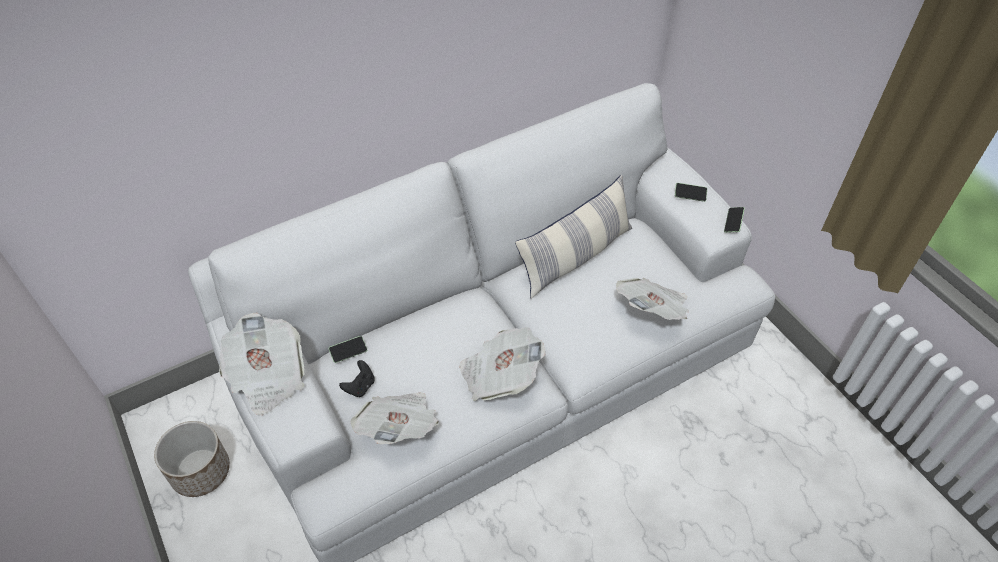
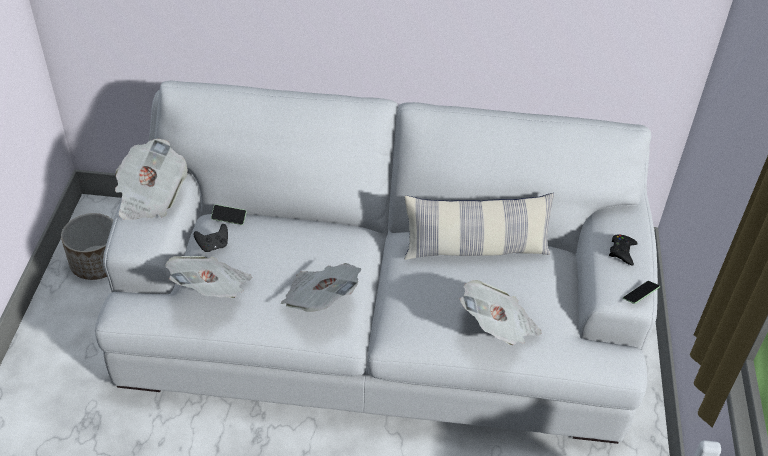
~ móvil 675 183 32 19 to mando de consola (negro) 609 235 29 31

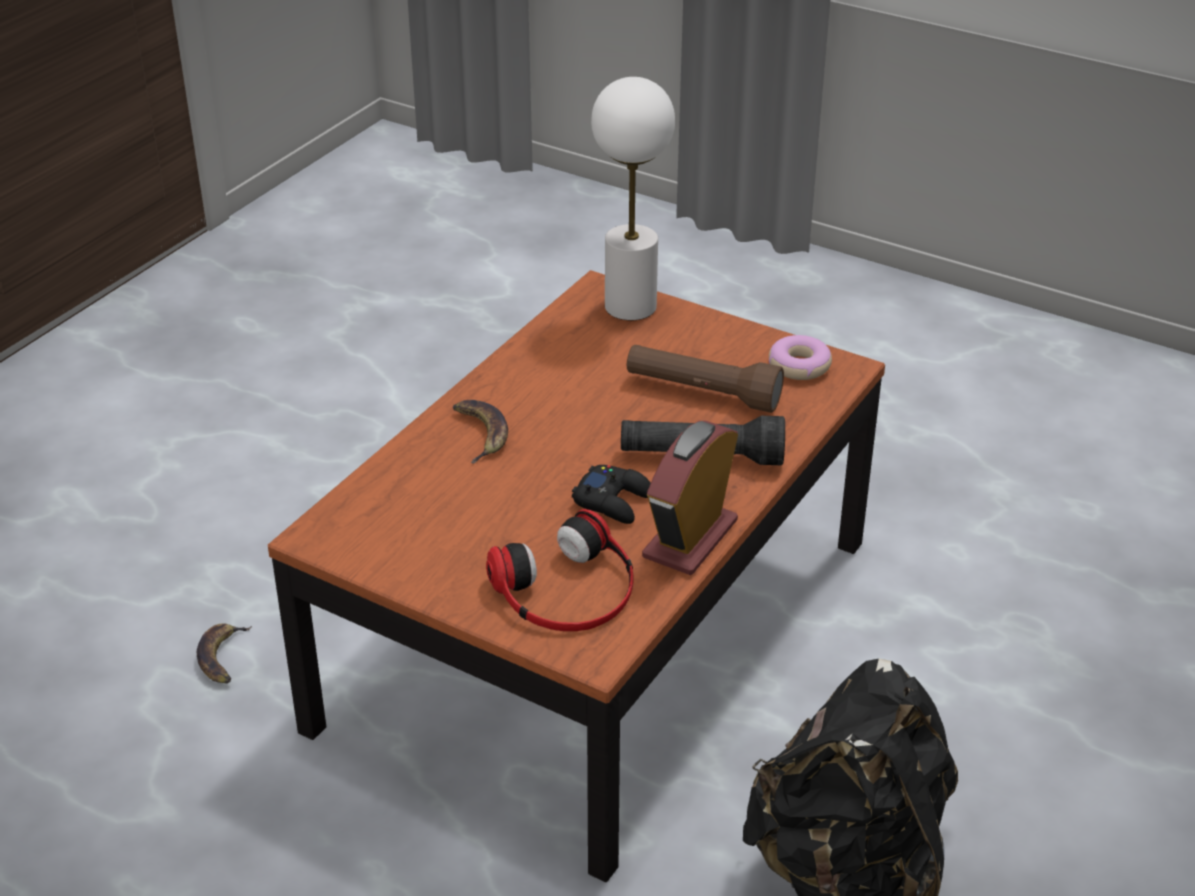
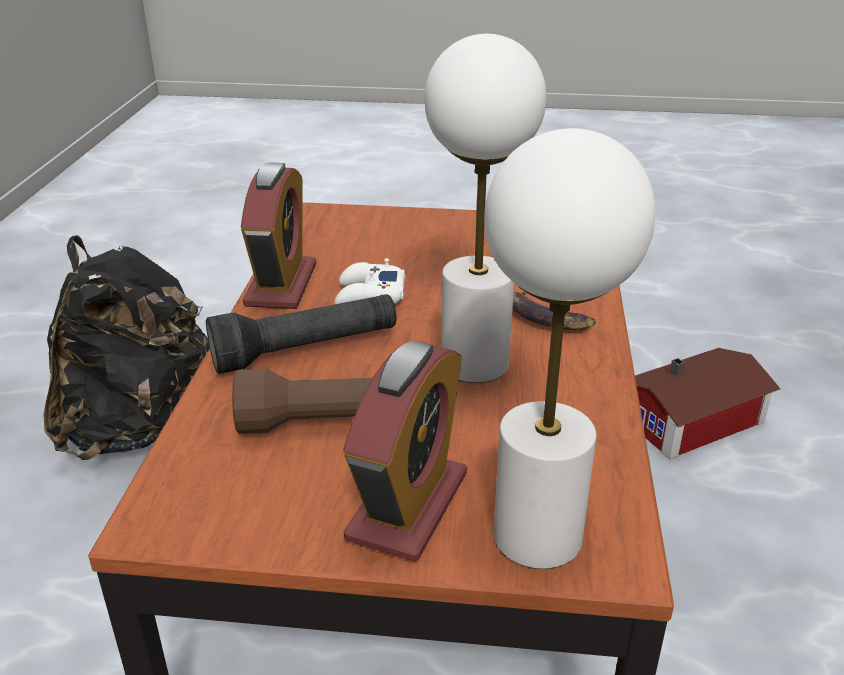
~ plátano 197 623 55 61 to casita 635 348 146 111
- auriculares 486 509 147 122
~ mando de consola (negro) 572 465 79 59 to mando de consola (blanco) 334 258 71 46
- rosquilla 769 335 63 45
+ despertador 343 340 124 222
+ lámpara de mesa (blanco) 425 34 121 349

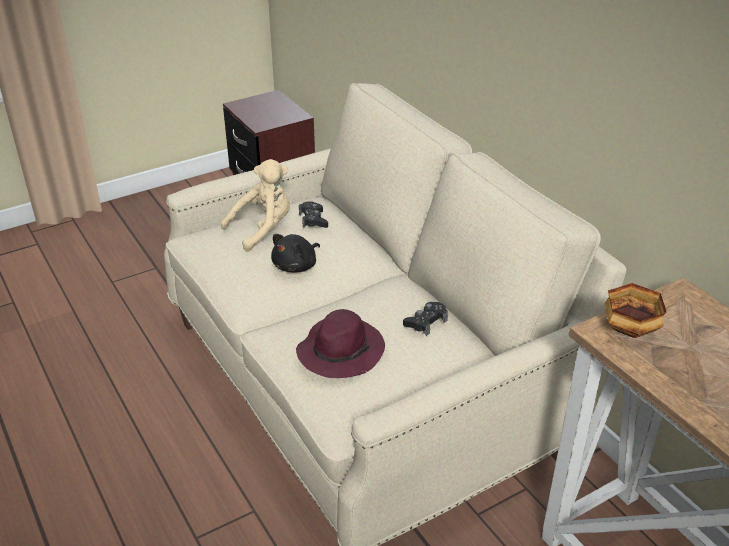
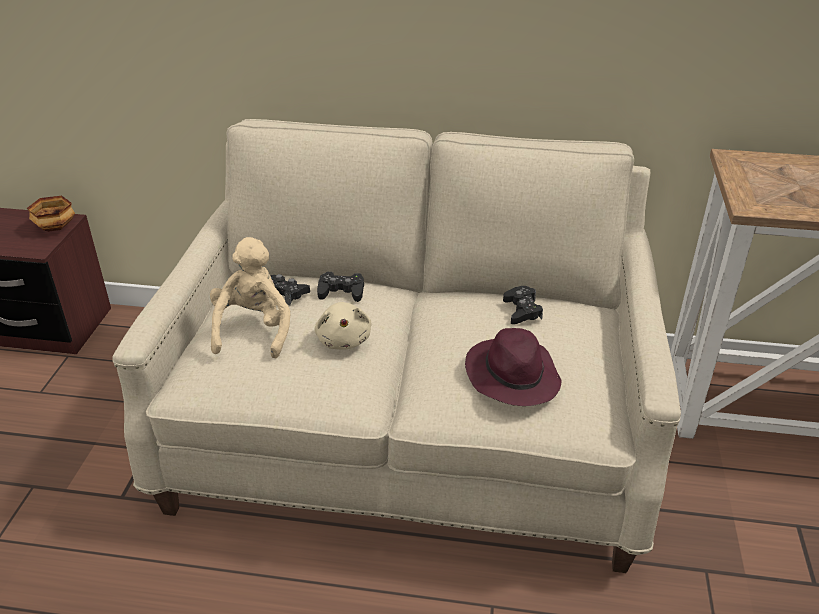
~ peluche (negro) 271 234 49 38 to peluche (beis) 315 302 56 48
~ cuenco 604 283 62 55 to 27 196 48 36
+ mando de consola (negro) 317 272 47 30

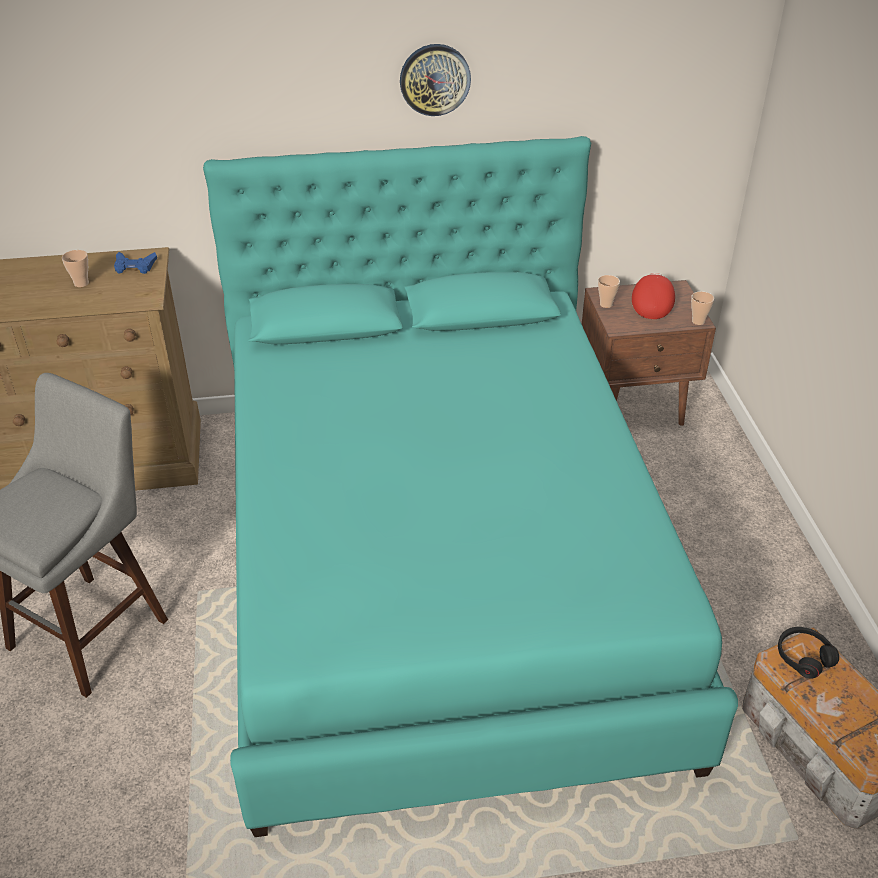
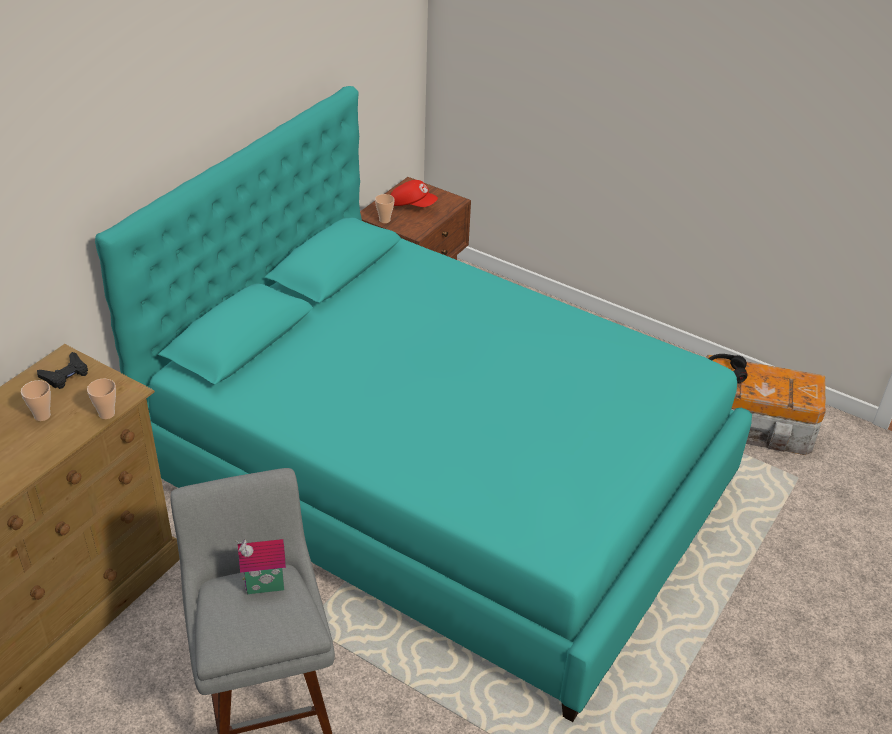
~ mando de consola (azul) 114 252 43 22 to mando de consola (negro) 37 352 51 37
- reloj de pared 400 44 71 72
~ gorra (rojo) 632 273 43 46 = 391 180 47 27 150 degrees clockwise
~ taza 691 291 23 34 to 87 379 29 40
+ casita 235 539 51 55

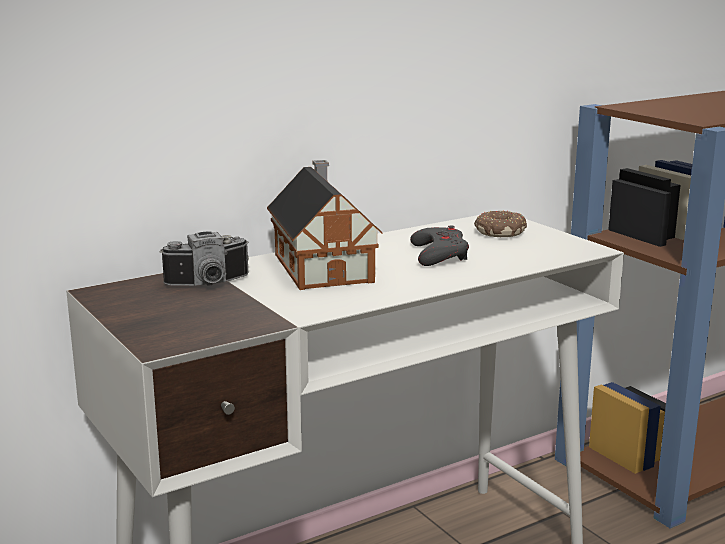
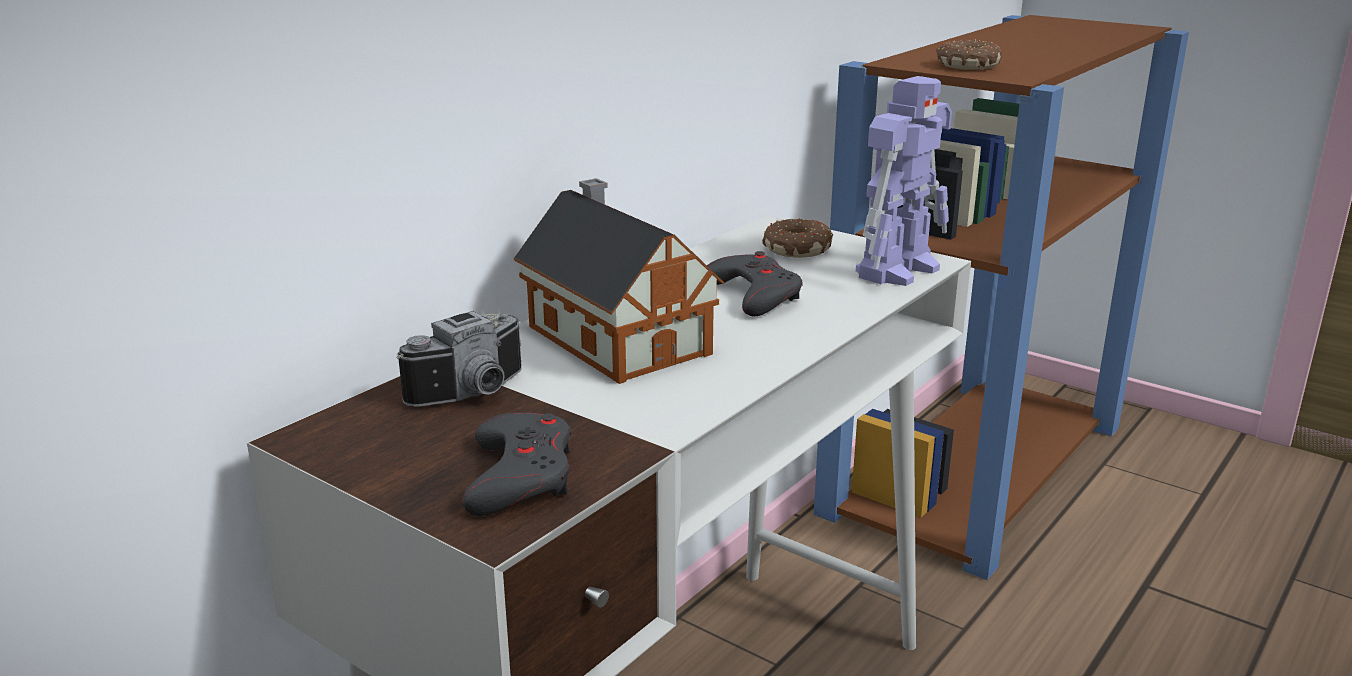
+ mando de consola (gris) 462 412 109 104
+ robot de juguete 856 76 96 210
+ rosquilla 936 39 66 31

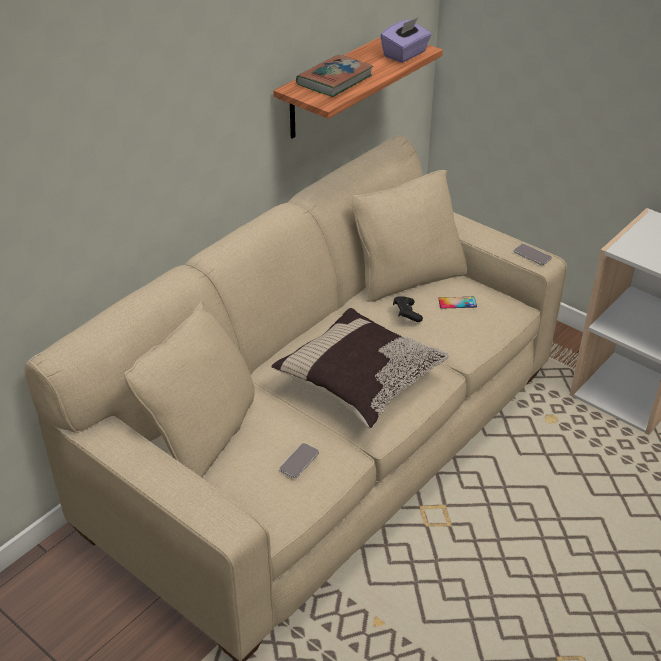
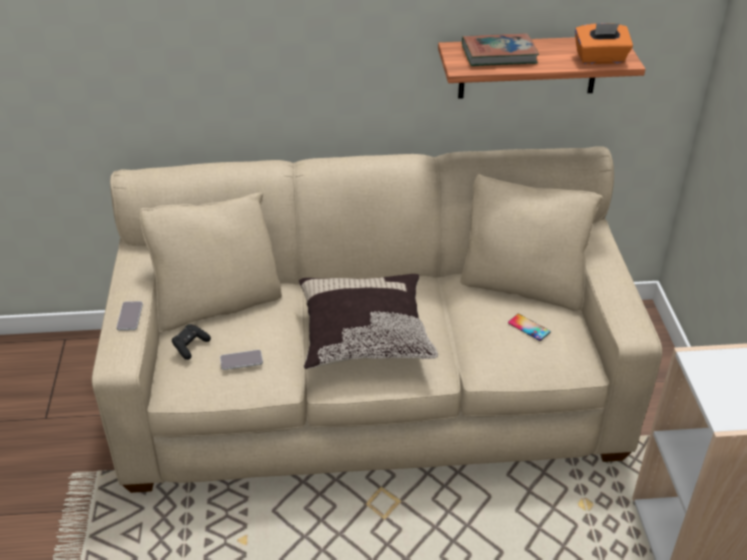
~ caja de pañuelos (morado) 380 18 52 45 to caja de pañuelos (naranja) 575 23 58 41
~ mando de consola (negro) 393 296 30 26 to 172 324 39 36
~ móvil 514 244 38 21 to 116 301 27 30

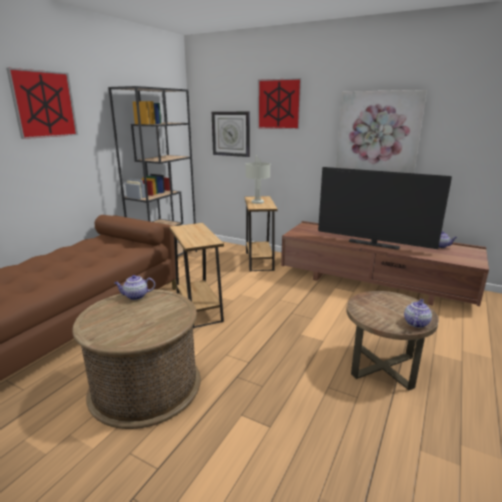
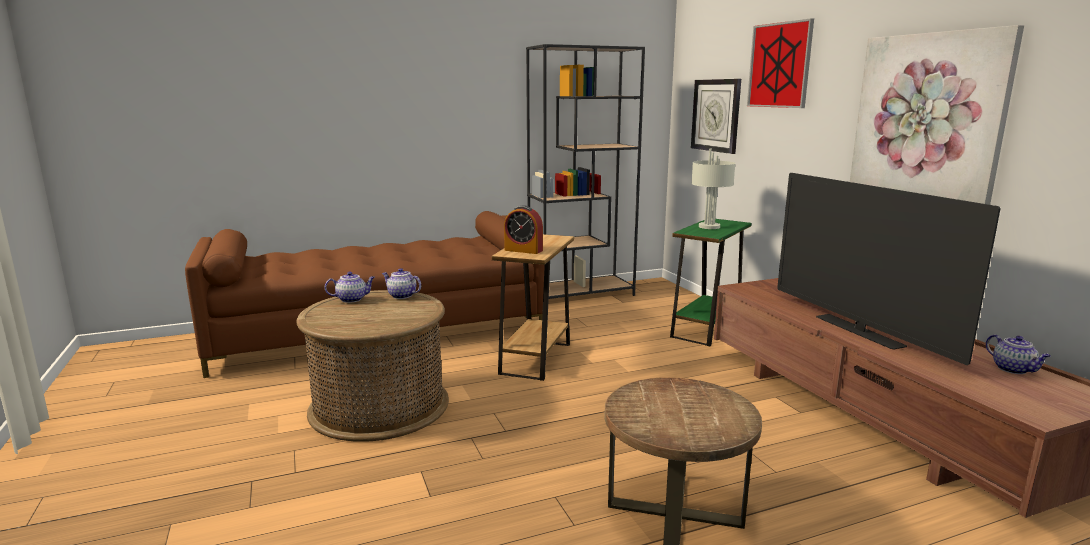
- cuadro 6 68 72 71
~ mesa auxiliar (marrón) 245 196 32 75 to mesa auxiliar (verde) 670 219 82 127
~ tetera 404 299 28 29 to 325 272 50 31
+ despertador 504 205 39 49

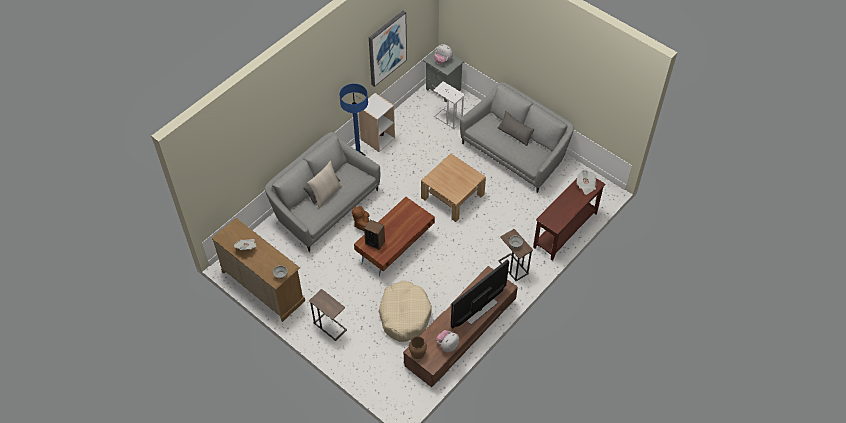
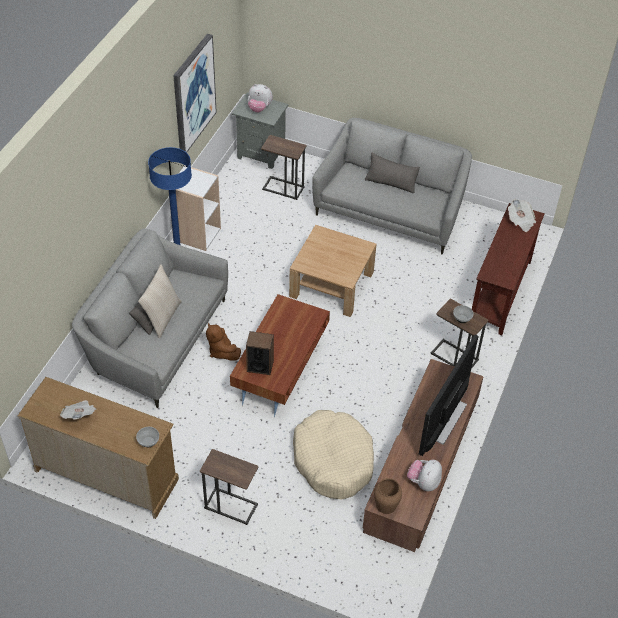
~ mesa auxiliar (blanco) 433 81 32 48 to mesa auxiliar (marrón) 261 135 45 65

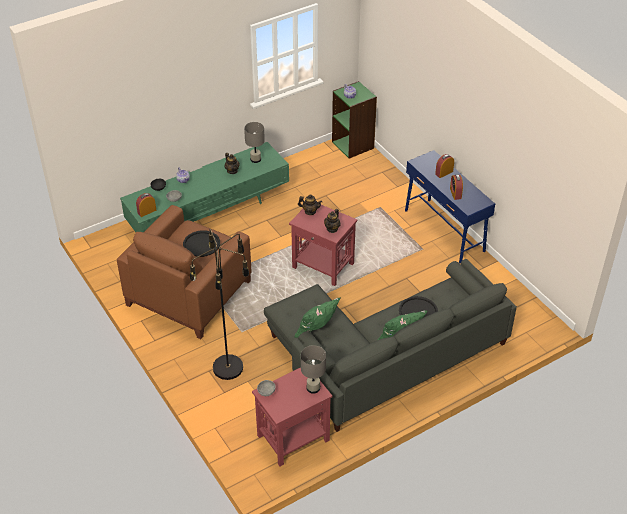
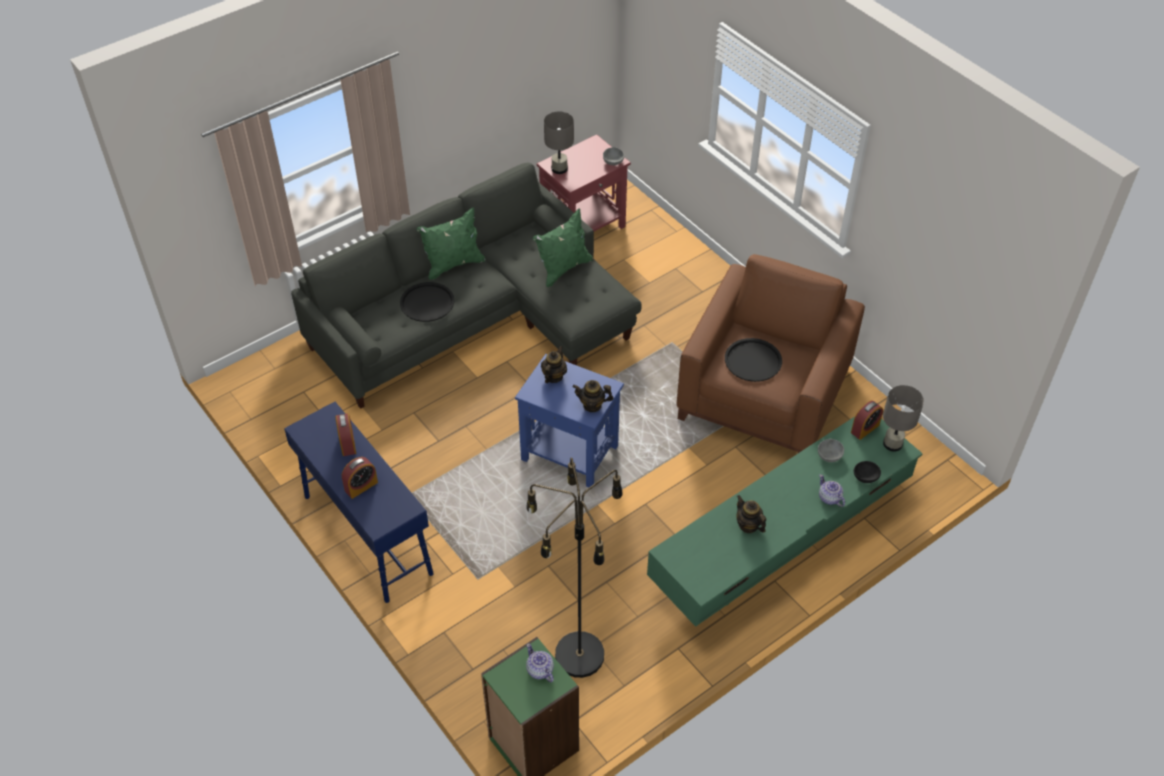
~ lámpara de pie 190 229 59 151 to 527 457 95 221
~ lámpara de mesa (gris) 244 122 21 41 to 883 385 41 67
~ mesa auxiliar (rojo) 289 205 68 81 to mesa auxiliar (azul) 515 354 109 135

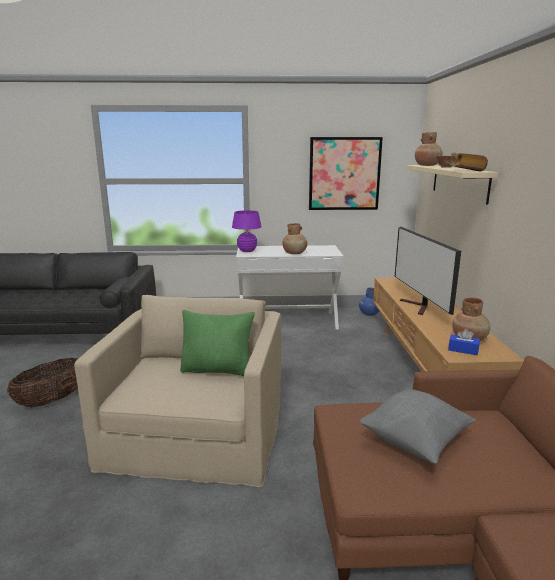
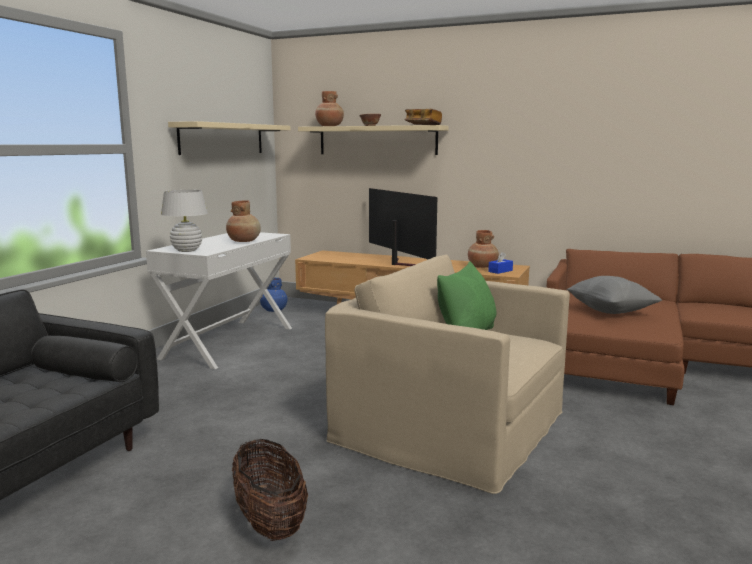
~ lámpara de mesa (morado) 232 210 30 42 to lámpara de mesa (blanco) 161 190 47 62
~ cuadro 309 137 74 73 to estante (beis) 168 121 122 34
~ televisor 395 226 66 89 = 369 188 68 78 135 degrees counterclockwise

